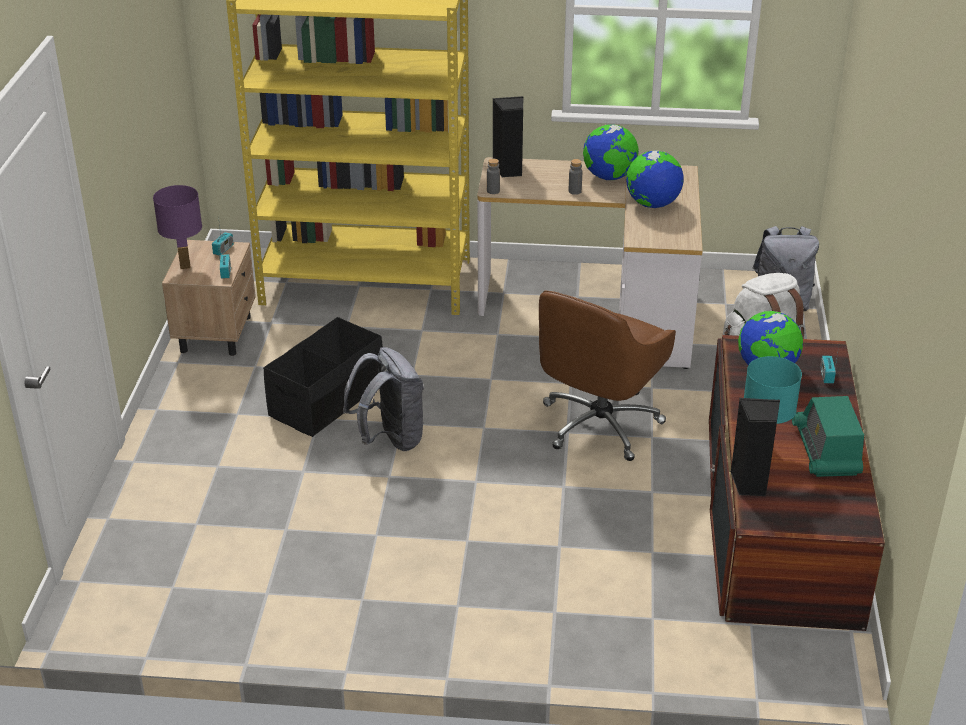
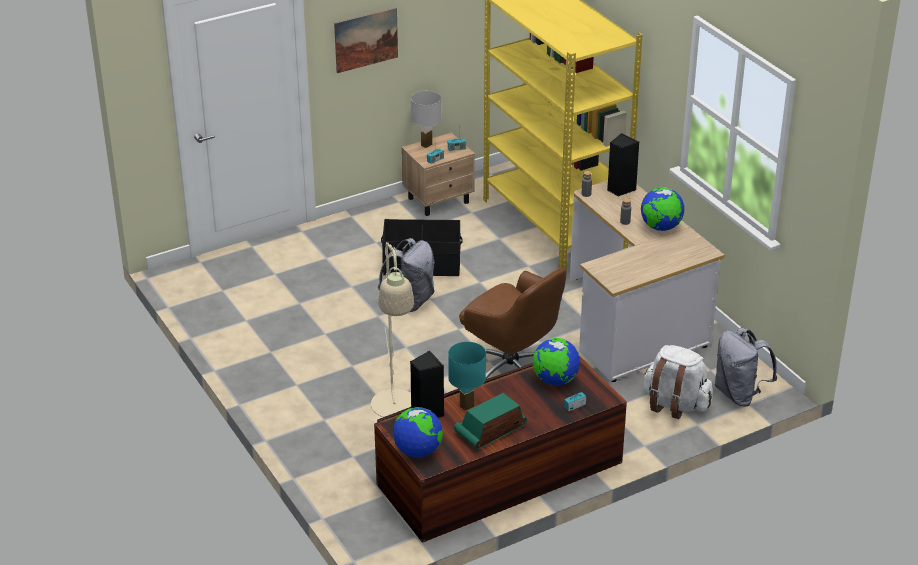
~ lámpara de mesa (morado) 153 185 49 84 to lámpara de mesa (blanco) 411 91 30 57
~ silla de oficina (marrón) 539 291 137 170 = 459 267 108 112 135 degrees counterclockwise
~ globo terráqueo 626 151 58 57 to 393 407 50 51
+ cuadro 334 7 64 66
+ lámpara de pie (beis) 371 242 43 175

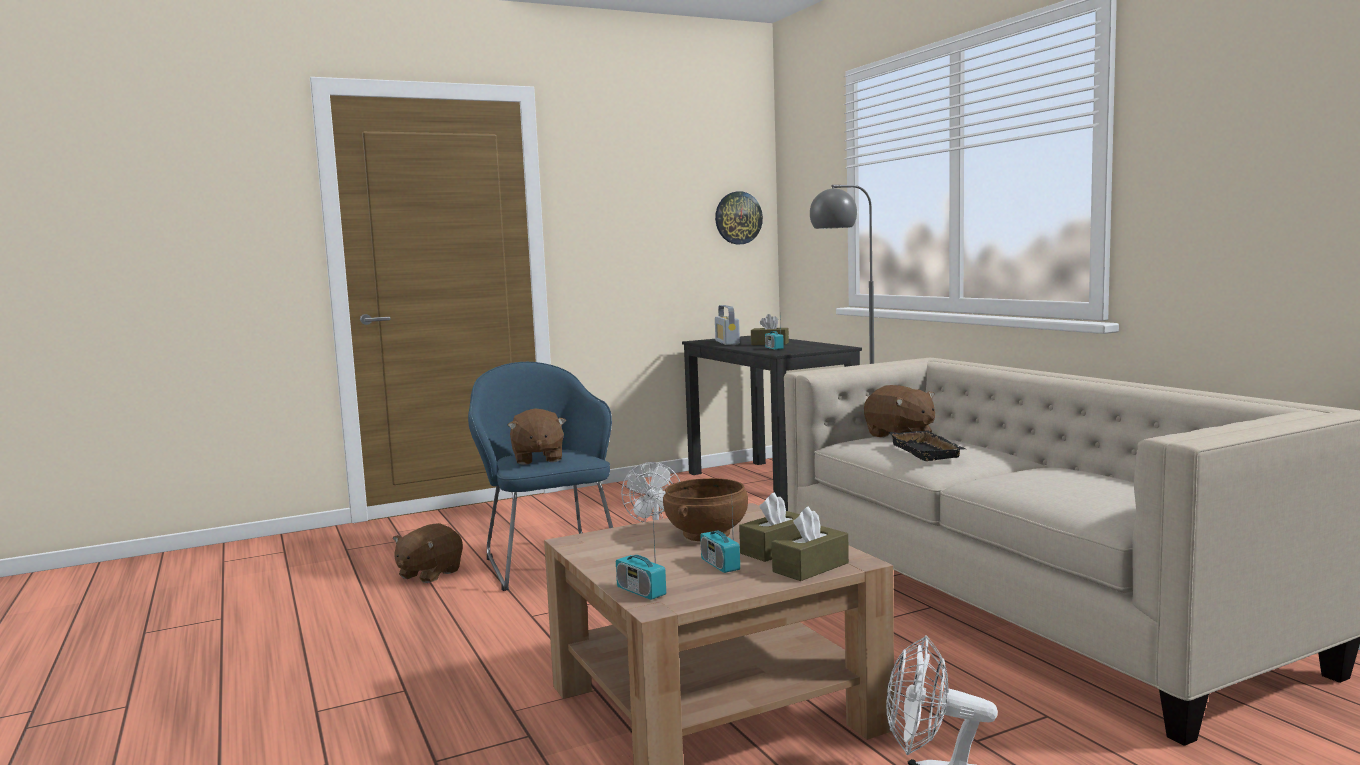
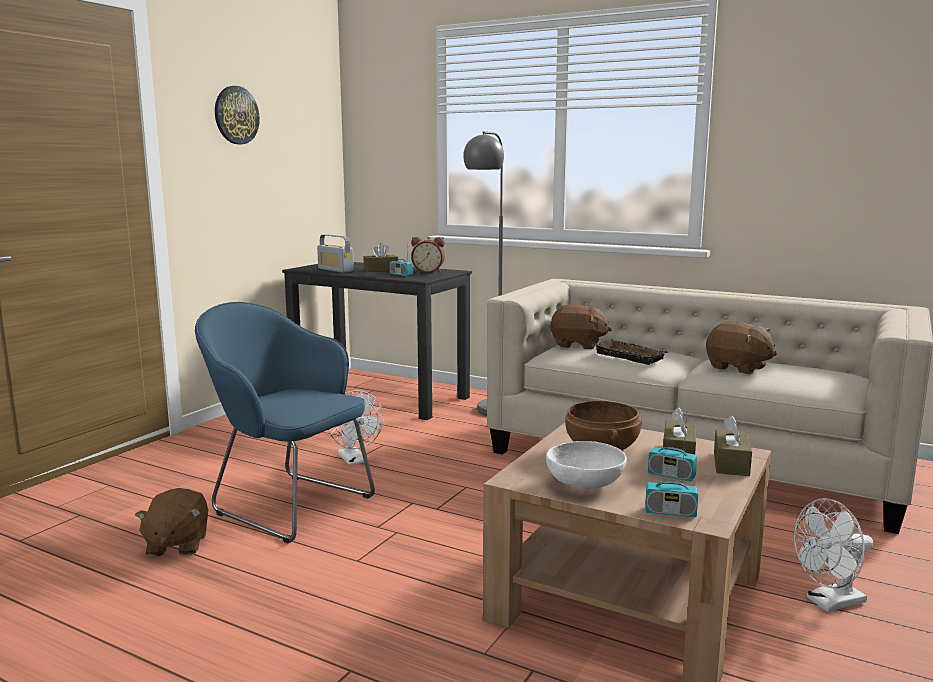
~ peluche (marrón) 508 408 58 57 to 706 321 71 53
~ reloj de pared 715 191 48 53 to 215 86 45 58
+ despertador 411 237 34 36
+ cuenco (blanco) 546 441 81 48

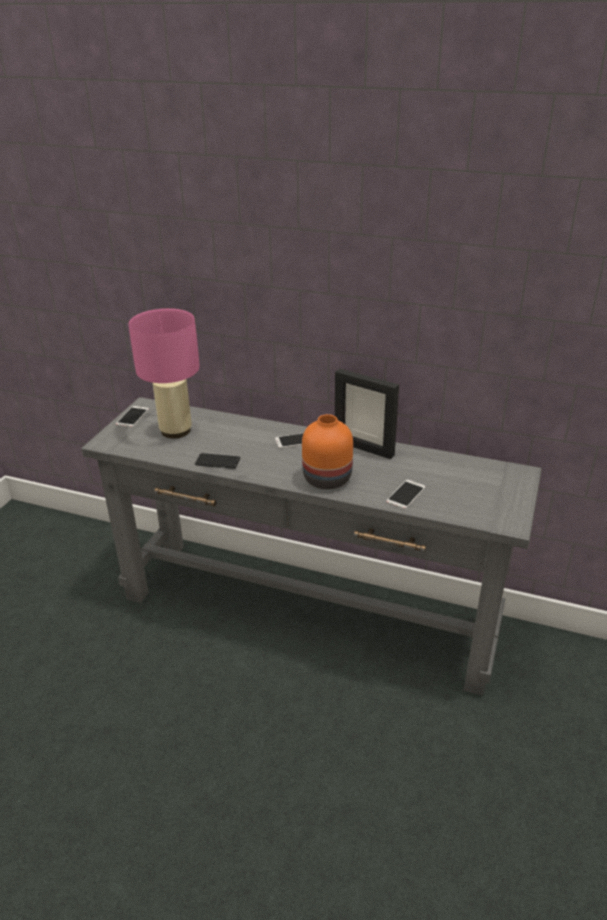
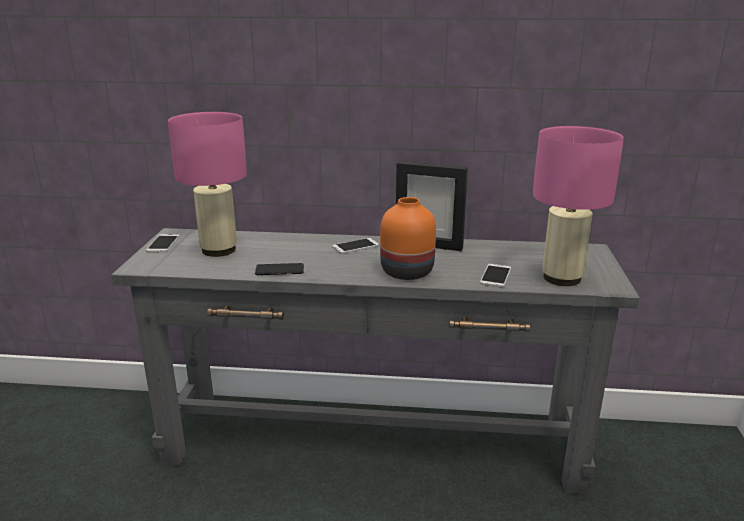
+ lámpara de mesa (rosa) 533 126 91 160

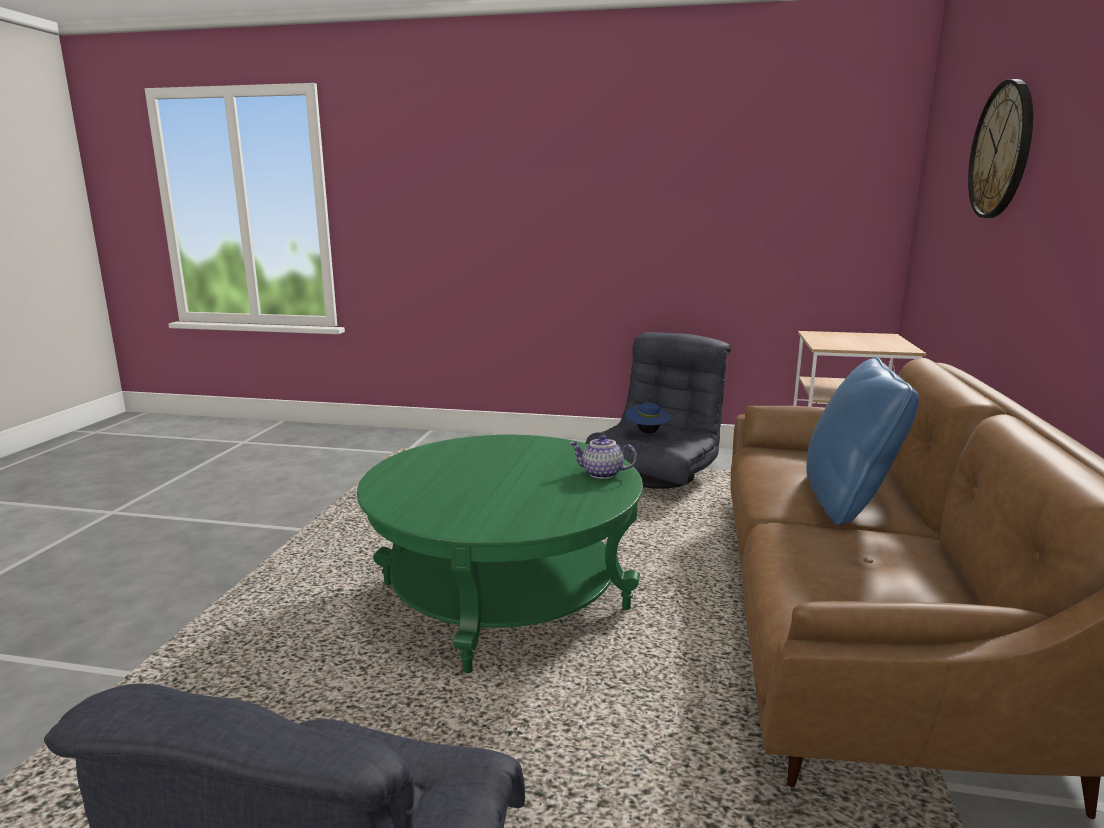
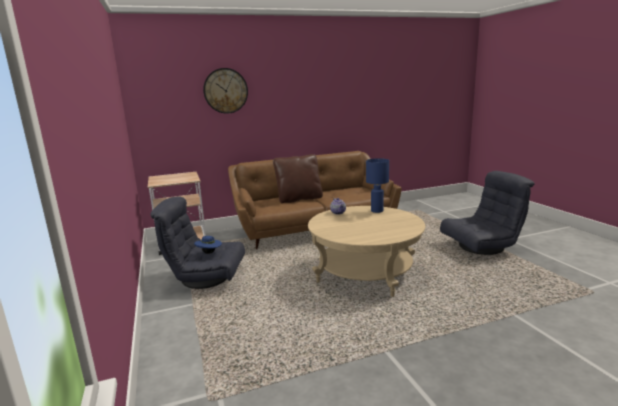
~ mesa de centro (verde) 357 435 286 238 to mesa de centro (beis) 308 206 117 91
~ cojín (azul) 806 357 113 168 to cojín (marrón) 273 154 50 49
+ lámpara de mesa (azul) 366 158 23 55

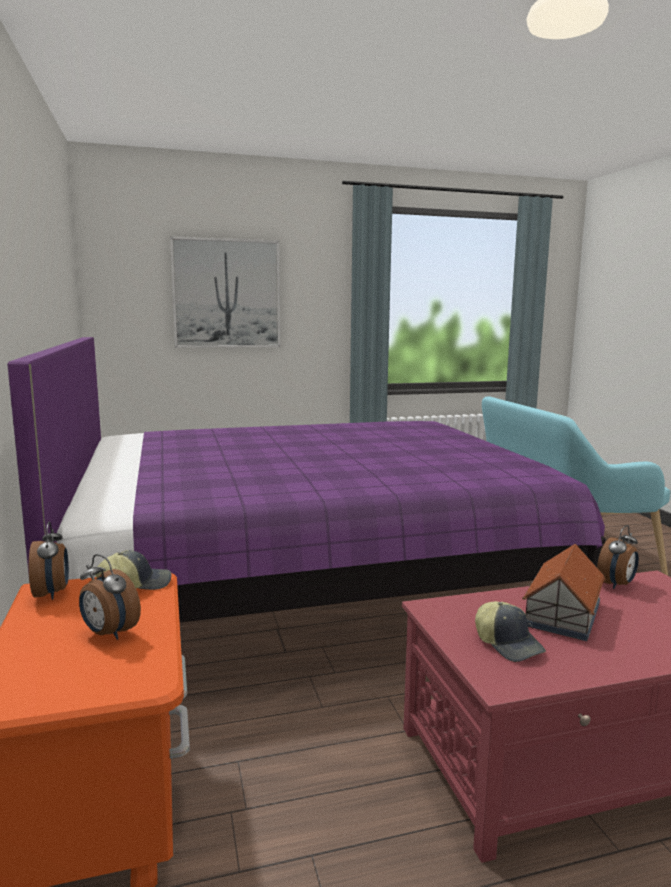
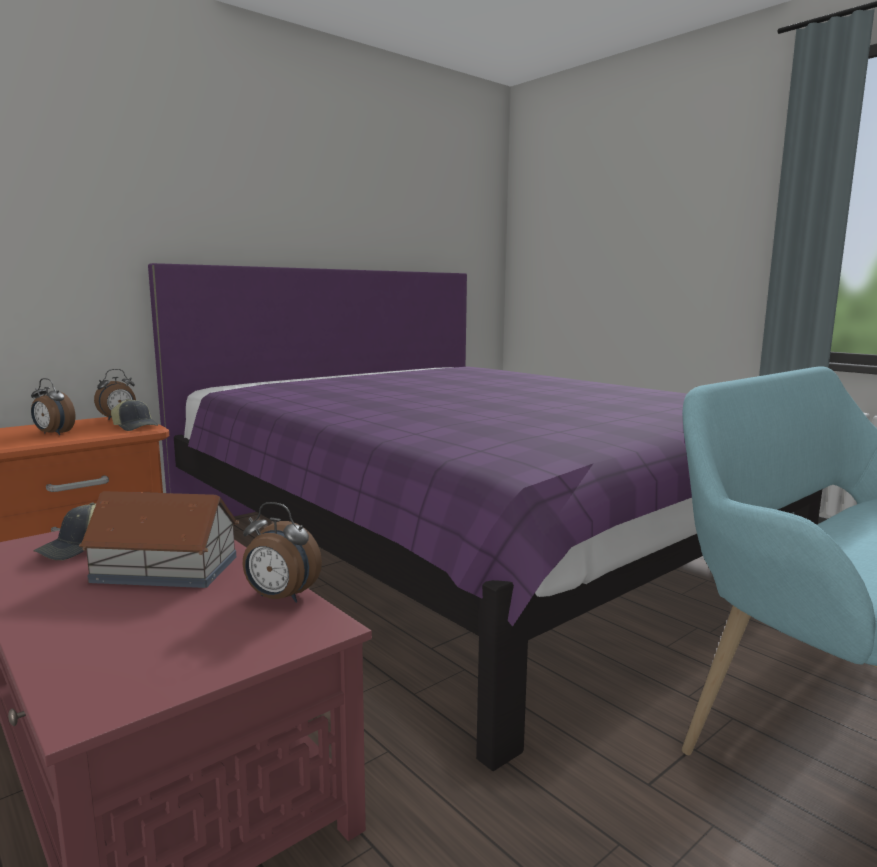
~ despertador 79 554 62 86 = 31 378 44 57 75 degrees counterclockwise
- cuadro 170 236 110 112

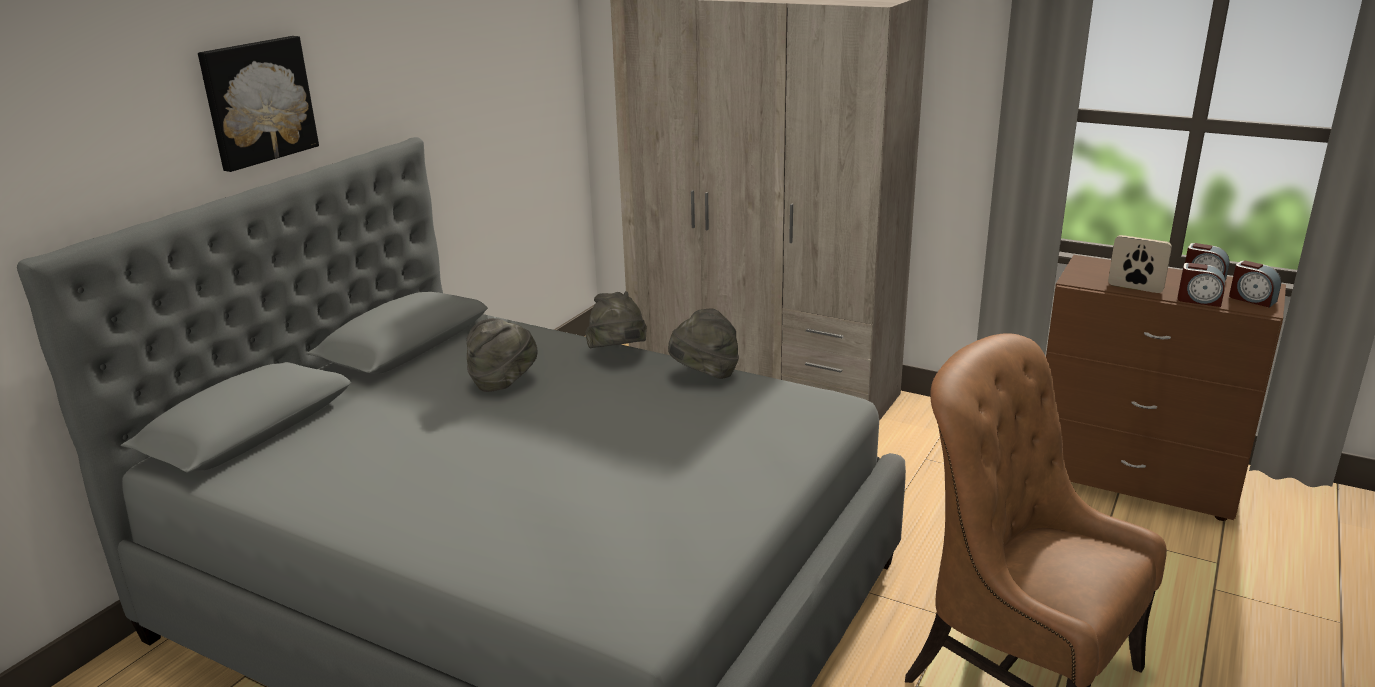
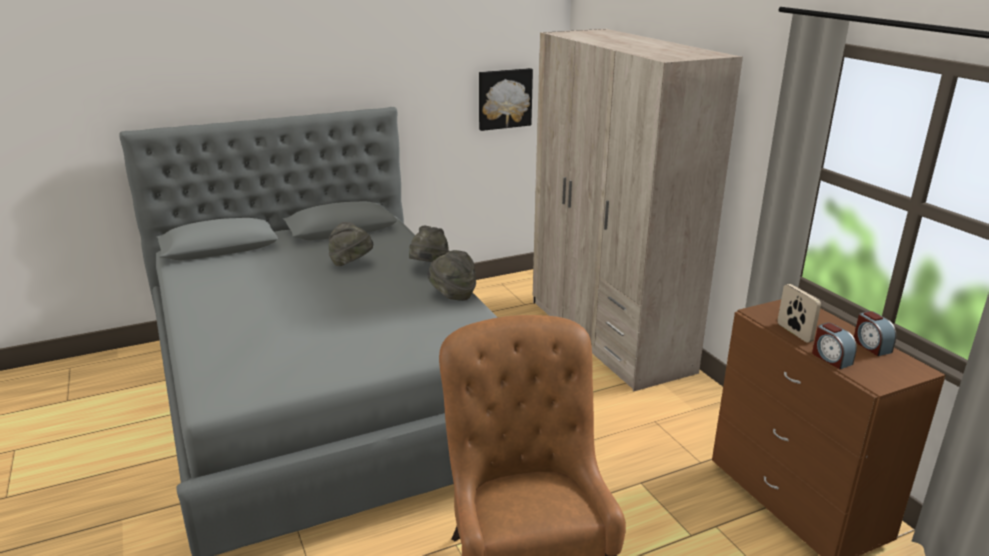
~ cuadro 198 36 121 136 to 479 68 54 63
- despertador 1229 261 52 47

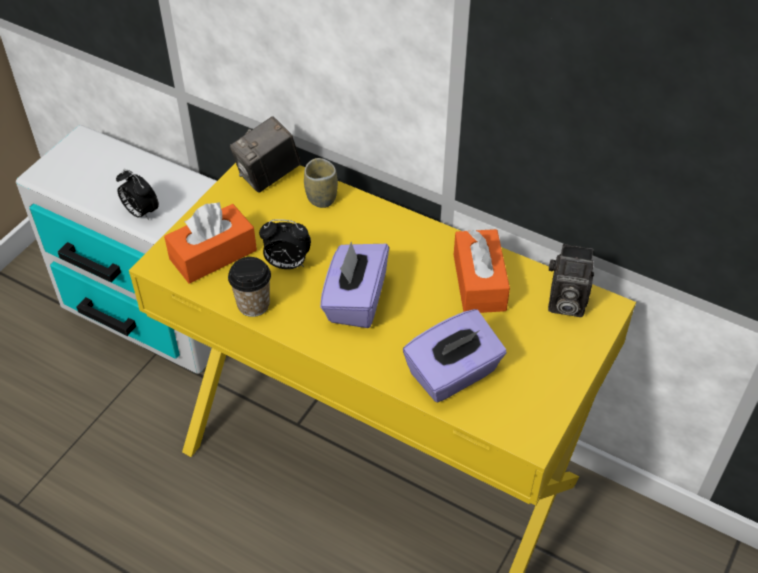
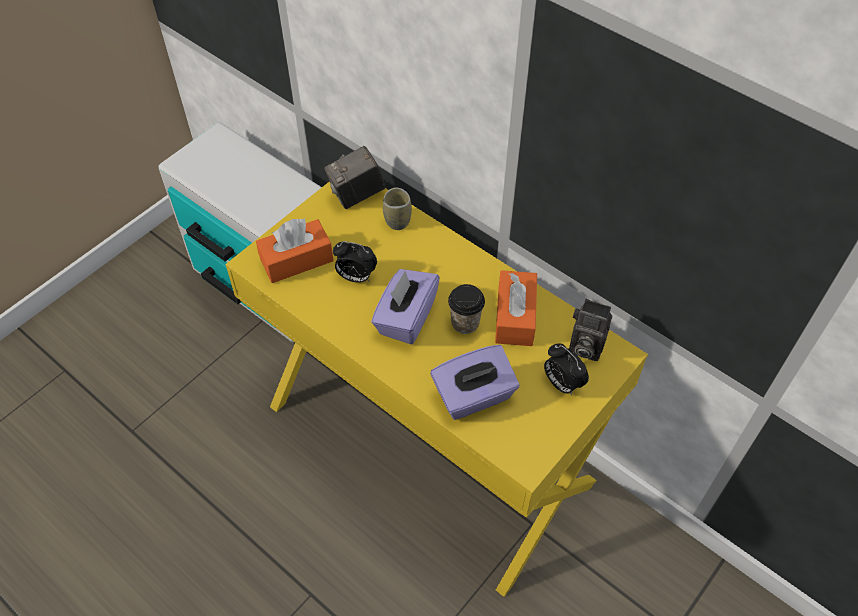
~ despertador 116 169 43 51 to 544 343 45 52
~ taza 228 257 43 60 to 448 284 37 50

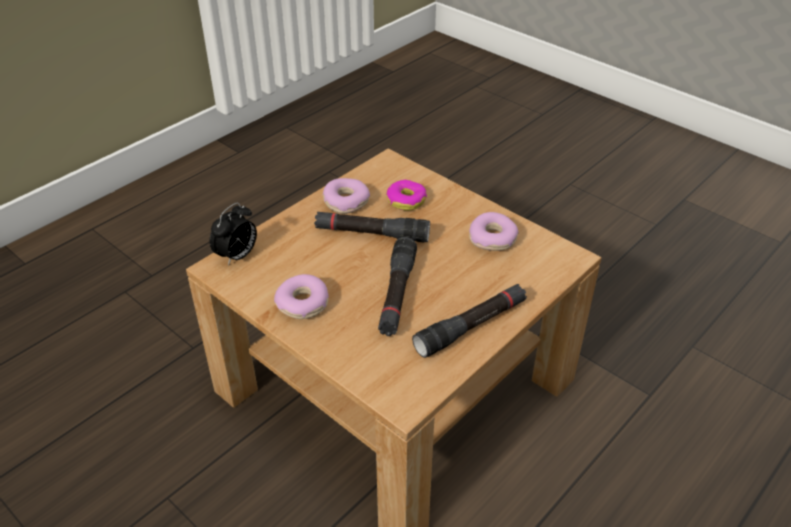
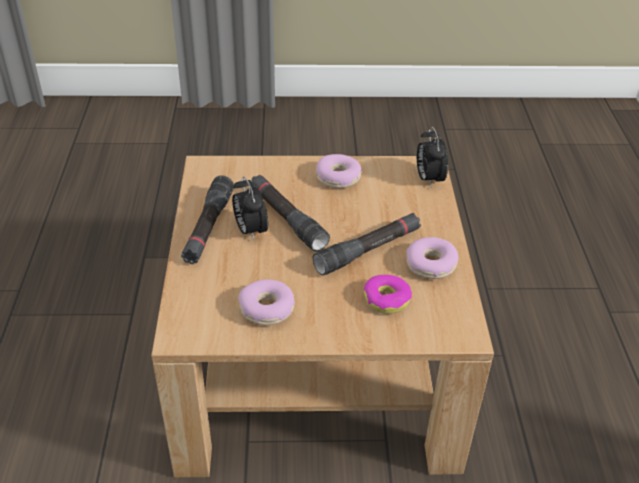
+ despertador 232 176 36 64

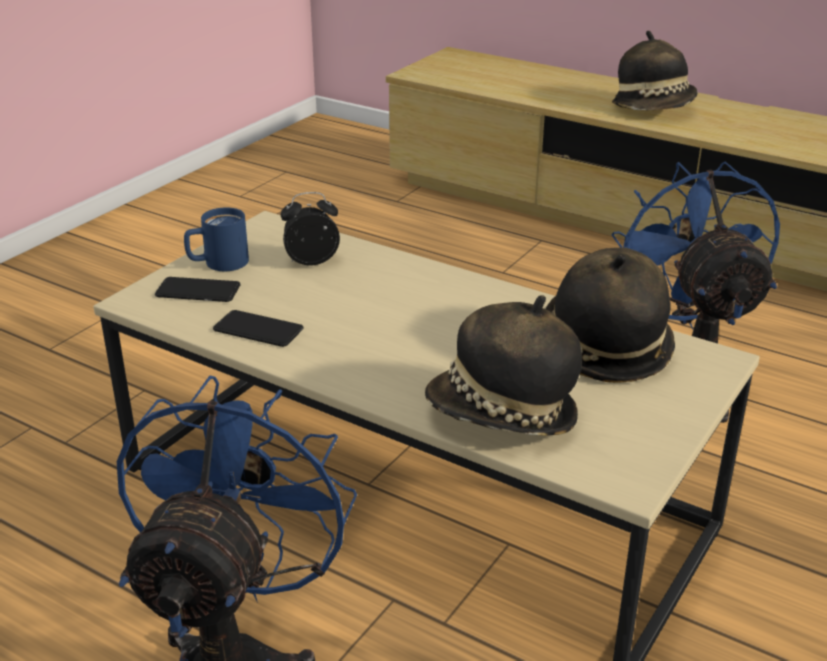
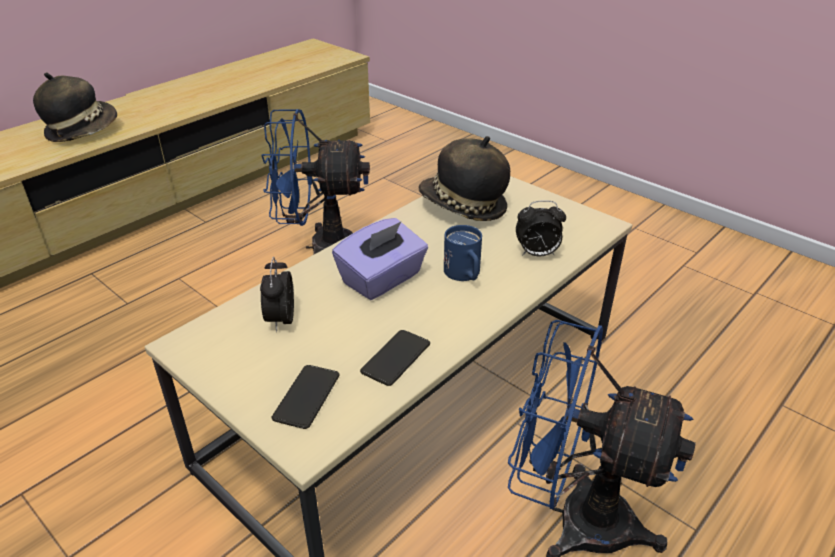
~ taza grande (azul) 184 207 65 64 to 444 225 38 56
~ sombrero 425 295 157 141 to despertador 516 200 50 56
+ caja de pañuelos (morado) 332 218 96 82

